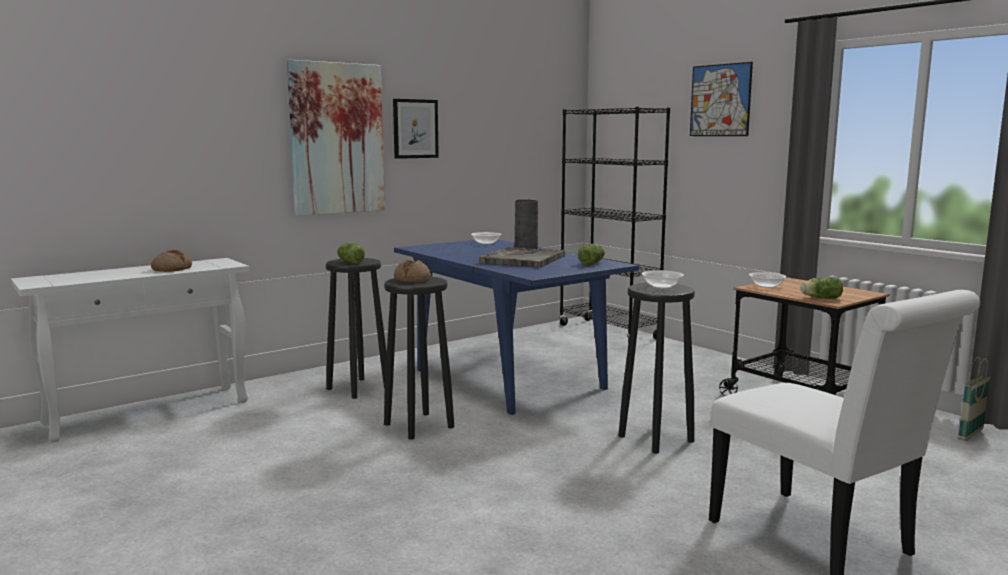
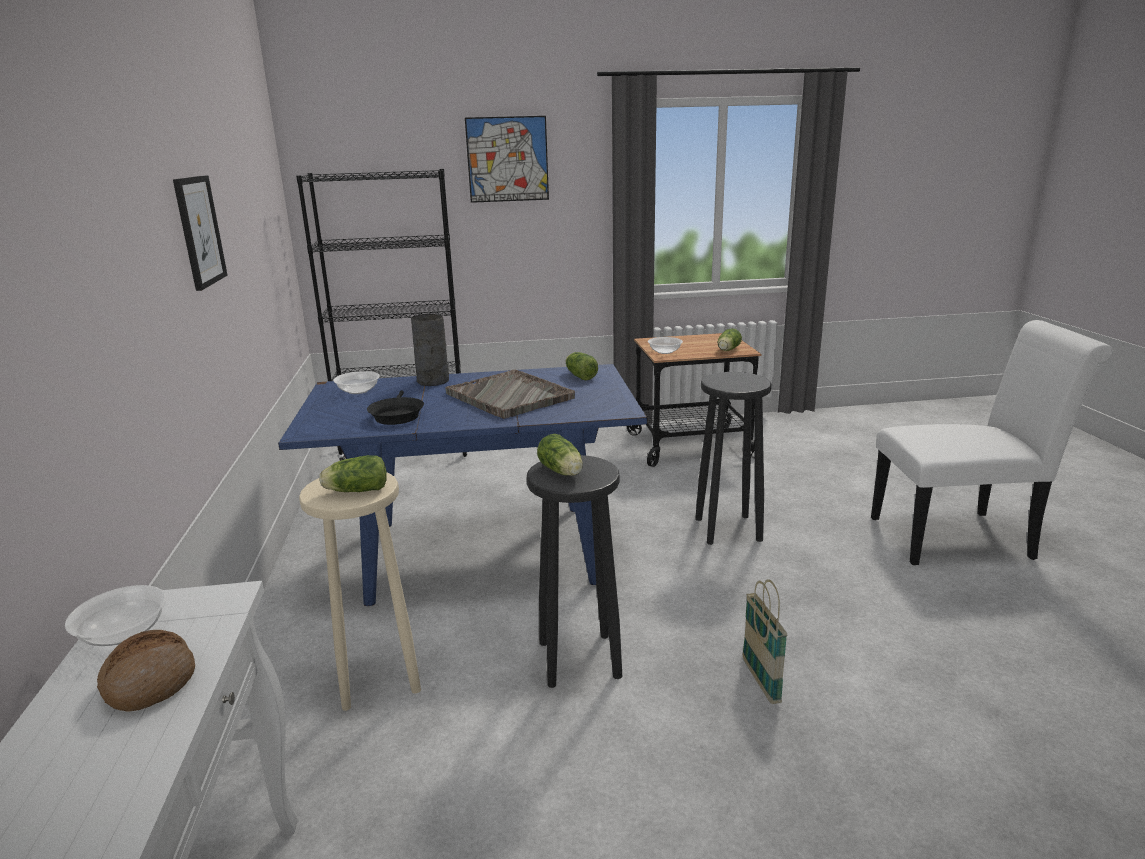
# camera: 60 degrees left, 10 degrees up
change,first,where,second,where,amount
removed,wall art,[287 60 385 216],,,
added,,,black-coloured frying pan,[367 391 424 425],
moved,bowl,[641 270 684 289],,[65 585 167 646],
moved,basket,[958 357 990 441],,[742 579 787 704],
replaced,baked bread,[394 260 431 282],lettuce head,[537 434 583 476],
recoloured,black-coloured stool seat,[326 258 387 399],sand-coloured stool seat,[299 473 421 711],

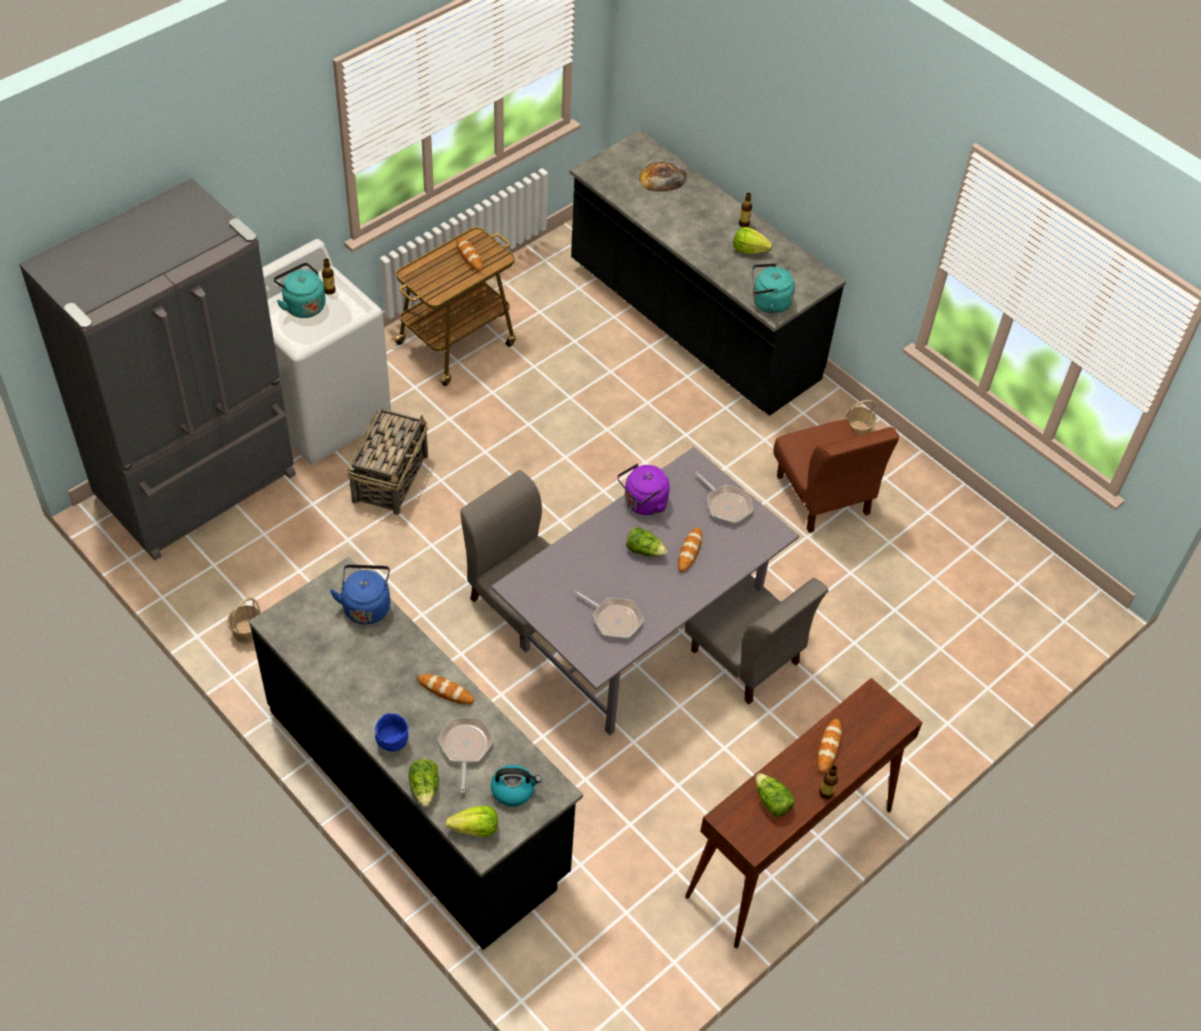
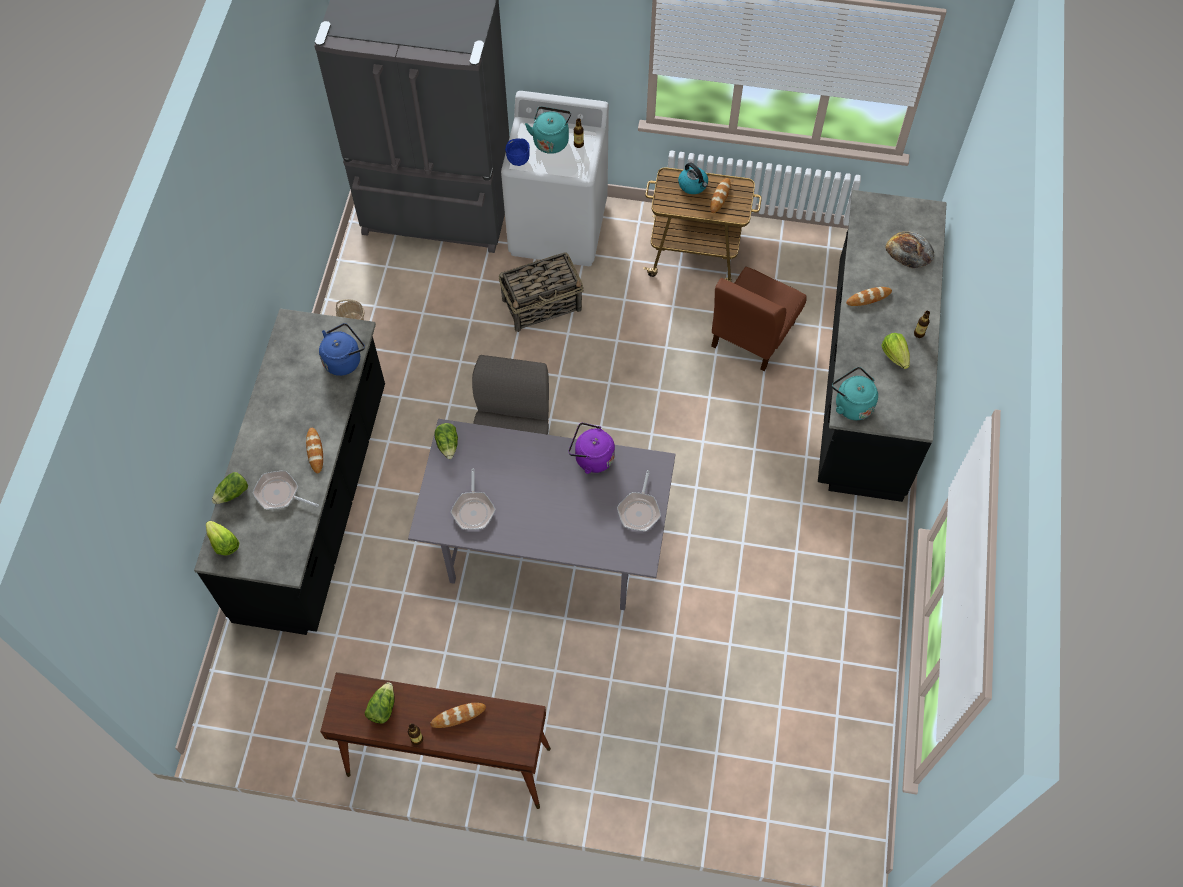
# camera: 55 degrees right, 10 degrees up
change,first,where,second,where,amount
removed,greyish plain chair,[685 575 828 704],,,
removed,basket,[844 400 876 436],,,
moved,blue bowl,[375 713 409 752],,[505 138 530 166],
moved,tea kettle,[491 765 541 806],,[678 162 708 194],
moved,lettuce head,[626 527 667 556],,[435 423 458 459],
moved,baked bread,[678 527 702 572],,[846 287 892 306],
moved,brown-coloured plain chair,[773 419 899 533],,[711 267 807 371],
turned,frying pan,[438 717 494 793],,[252 471 319 509],120 degrees counterclockwise

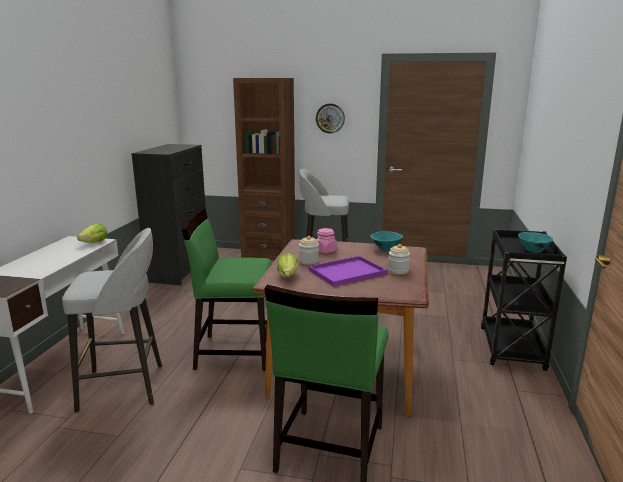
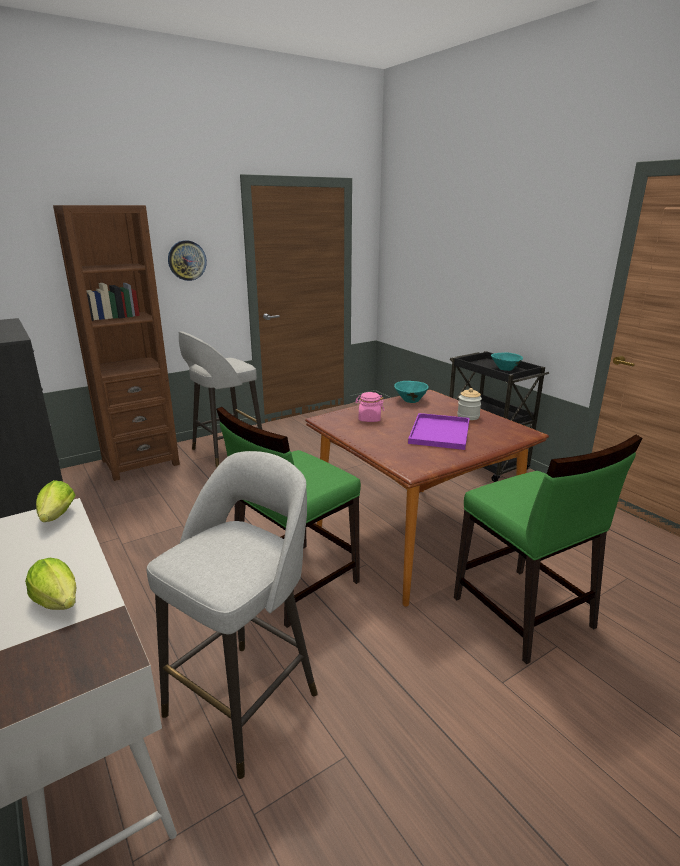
# camera: 45 degrees left, 5 degrees up
change,first,where,second,where,amount
removed,storage jar,[299 236 319 265],,,
moved,lettuce head,[277 253 298 277],,[25 558 77 610],

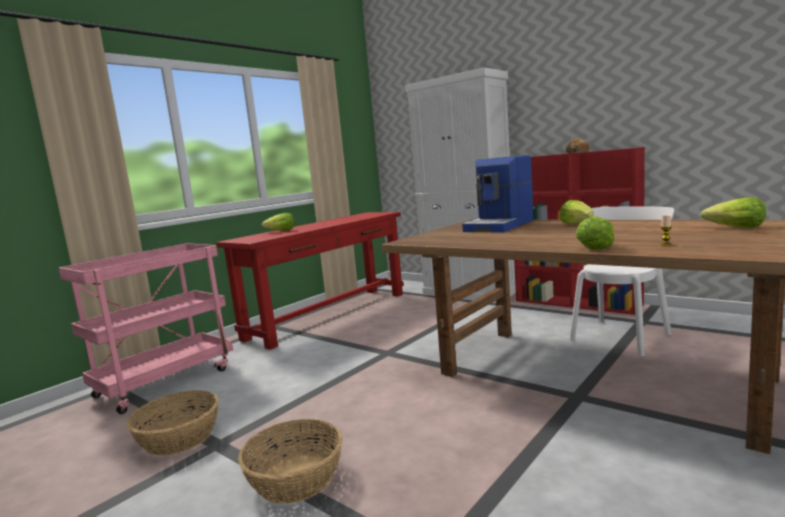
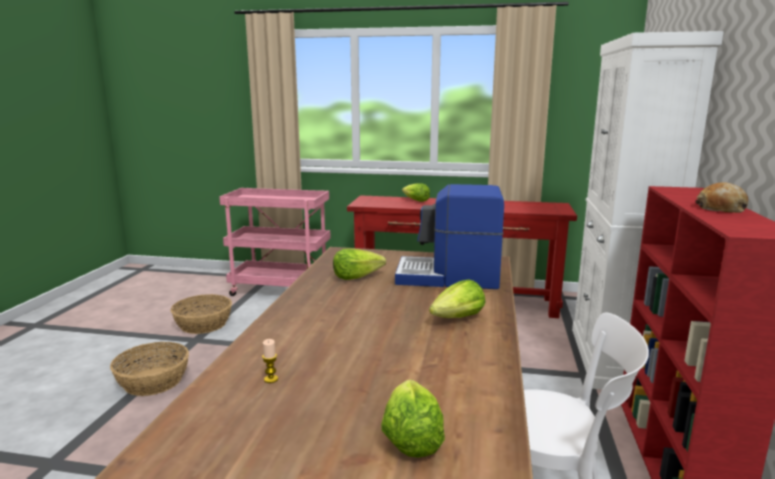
# camera: 60 degrees right, 5 degrees up
change,first,where,second,where,amount
moved,lettuce head,[575 217 615 250],,[333 248 386 280],

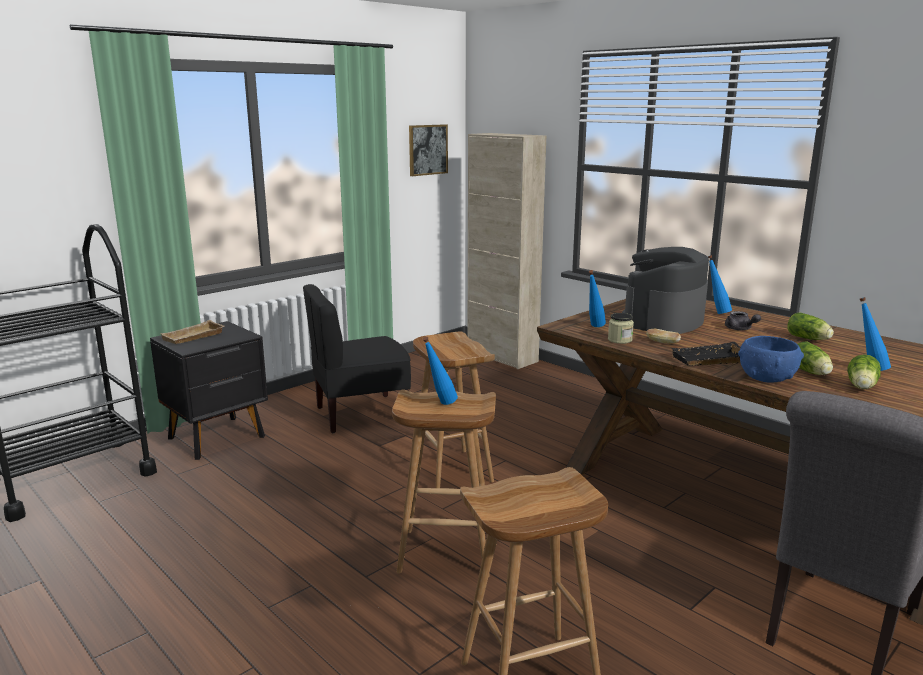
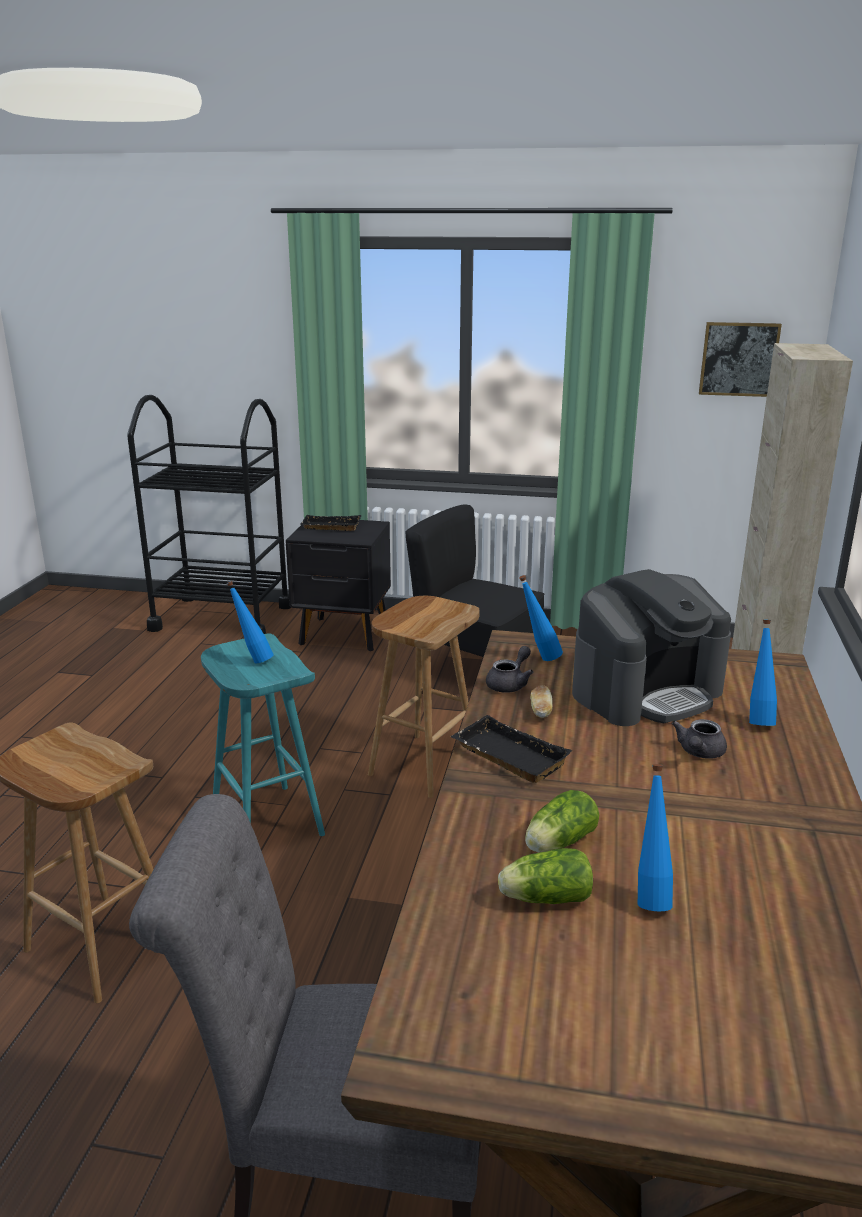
# camera: 55 degrees right, 5 degrees up
change,first,where,second,where,amount
removed,blue bowl,[738 336 804 382],,,
removed,lettuce head,[787 312 834 340],,,
replaced,storage jar,[608 313 634 344],greyish pot for tea,[486 646 533 693],
recoloured,sand-coloured carrying tray,[160 320 224 344],black-coloured carrying tray,[300 515 361 531],
recoloured,brown-coloured stool seat,[392 389 496 576],turquoise-coloured stool seat,[201 633 325 836],
turned,coffee maker,[622 247 709 334],,[572 569 731 726],150 degrees clockwise

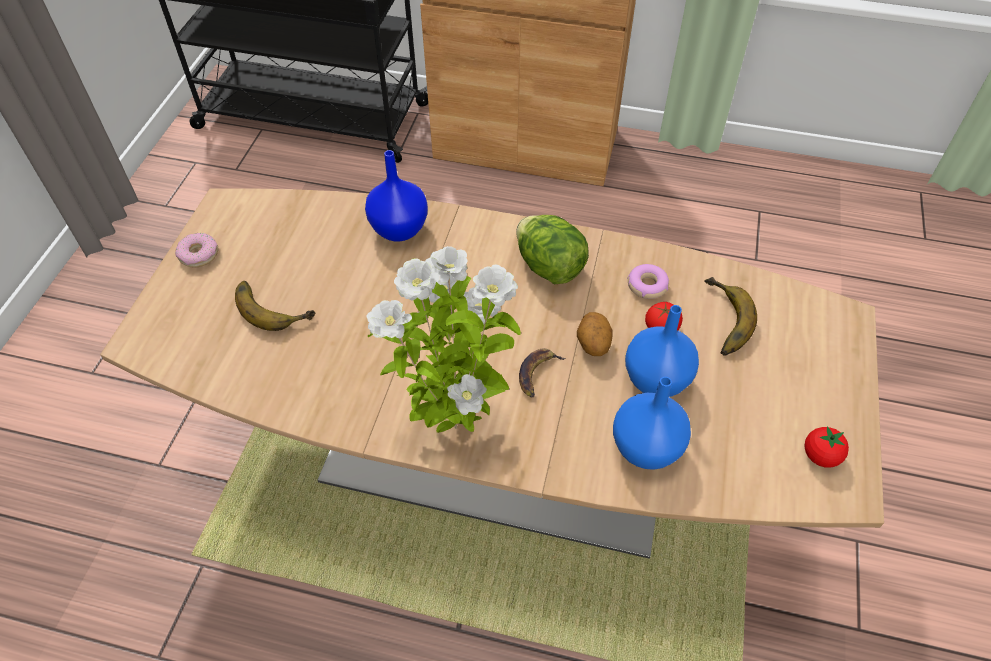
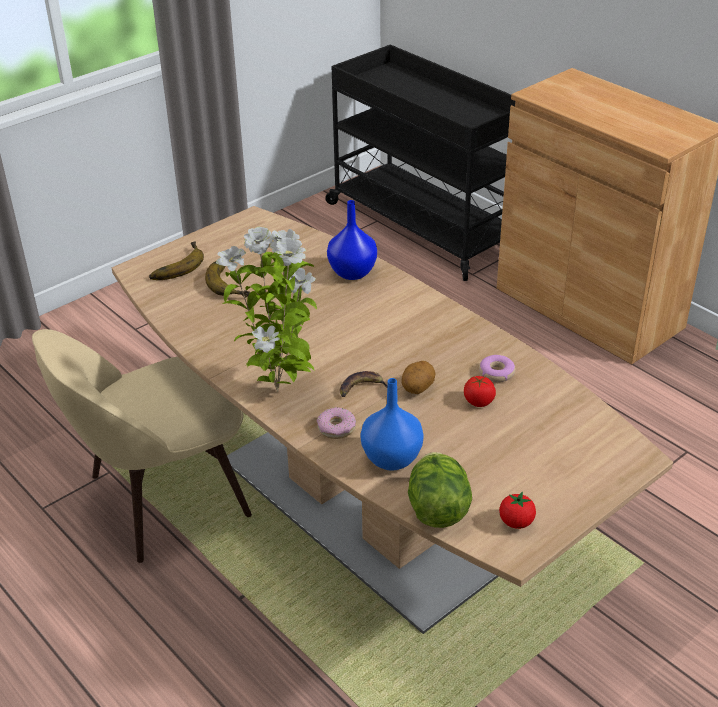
# camera: 35 degrees right, 15 degrees down
change,first,where,second,where,amount
removed,blue vase,[625 305 699 397],,,
added,,,sand-coloured plain chair,[32 329 252 563],
moved,donut,[175 233 219 267],,[317 407 356 439],
moved,lettuce head,[516 215 589 284],,[408 452 472 528],
moved,whole banana,[704 277 757 355],,[149 241 204 280],

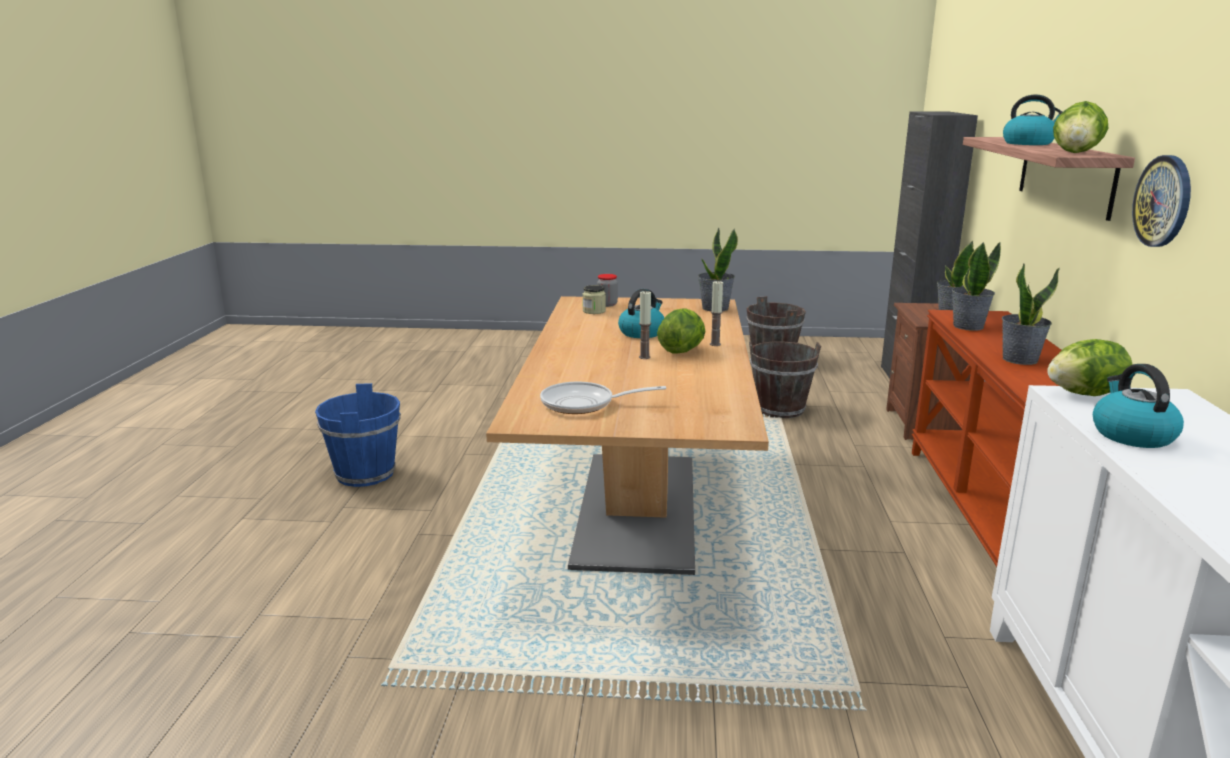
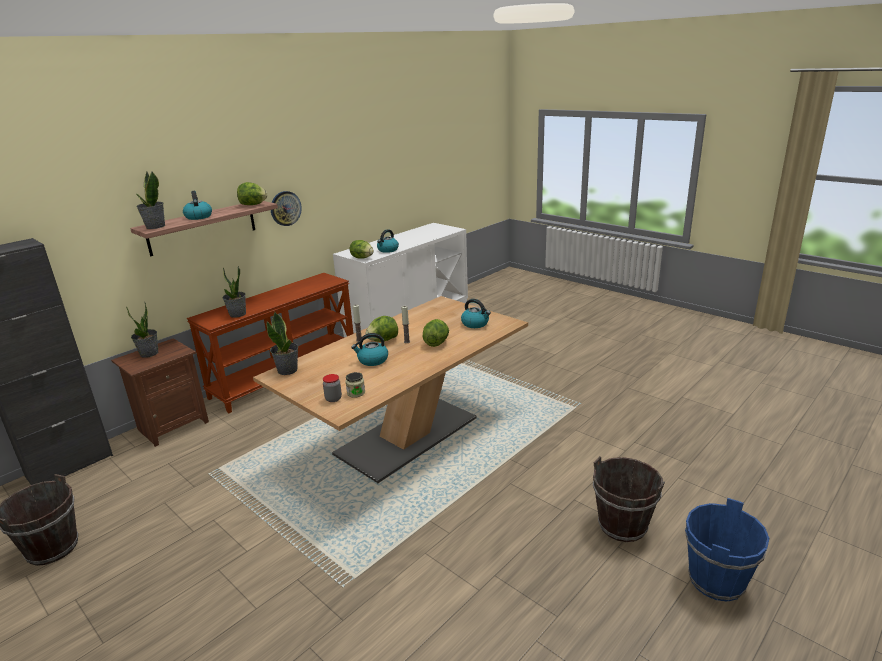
# camera: 140 degrees left, 5 degrees up
change,first,where,second,where,amount
added,,,lettuce head,[422 319 449 347],
moved,blue bucket,[315 383 401 487],,[685 498 769 602],
moved,brown-coloured bucket,[749 342 821 418],,[593 456 665 542],
moved,potted plant,[1002 264 1060 365],,[136 172 165 229],
replaced,frying pan,[540 382 666 414],tea kettle,[461 299 491 328],

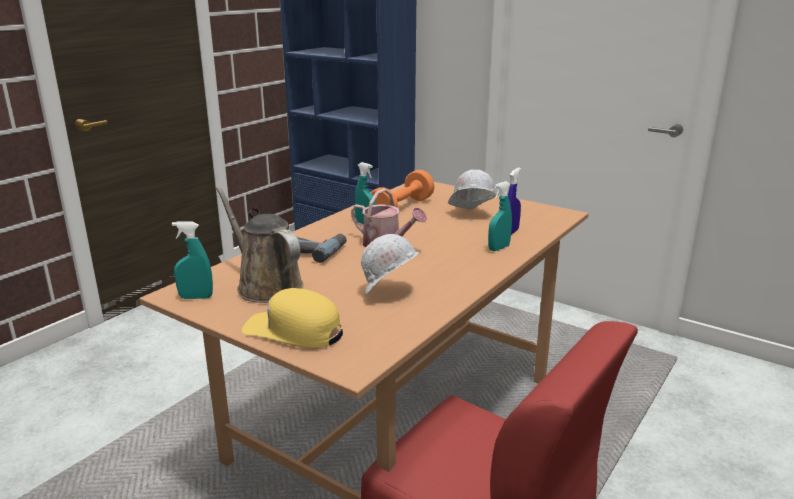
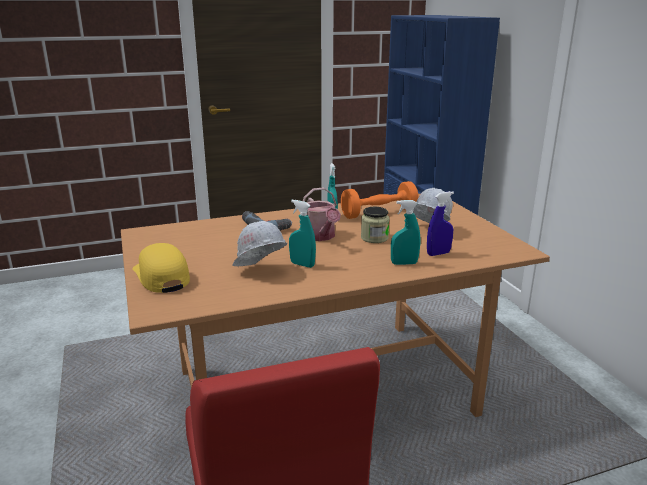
# camera: 35 degrees right, 0 degrees up
change,first,where,second,where,amount
removed,brown-coloured sprinkling can,[215 185 303 303],,,
added,,,storage jar,[361 207 390 243],
moved,turquoise-coloured spray bottle,[172 221 213 299],,[289 200 316 268],

